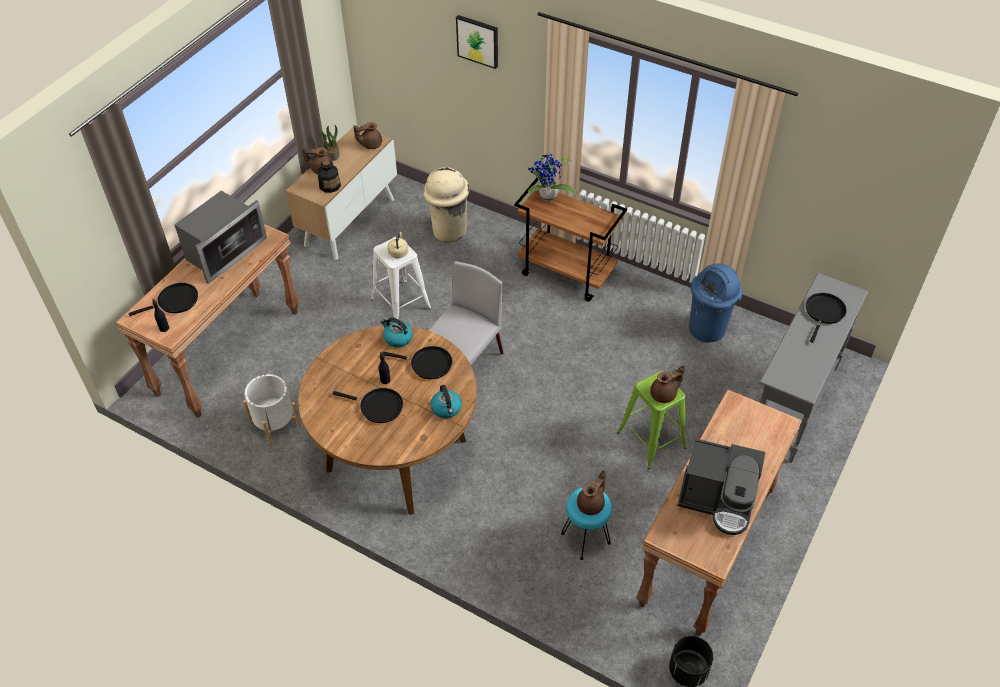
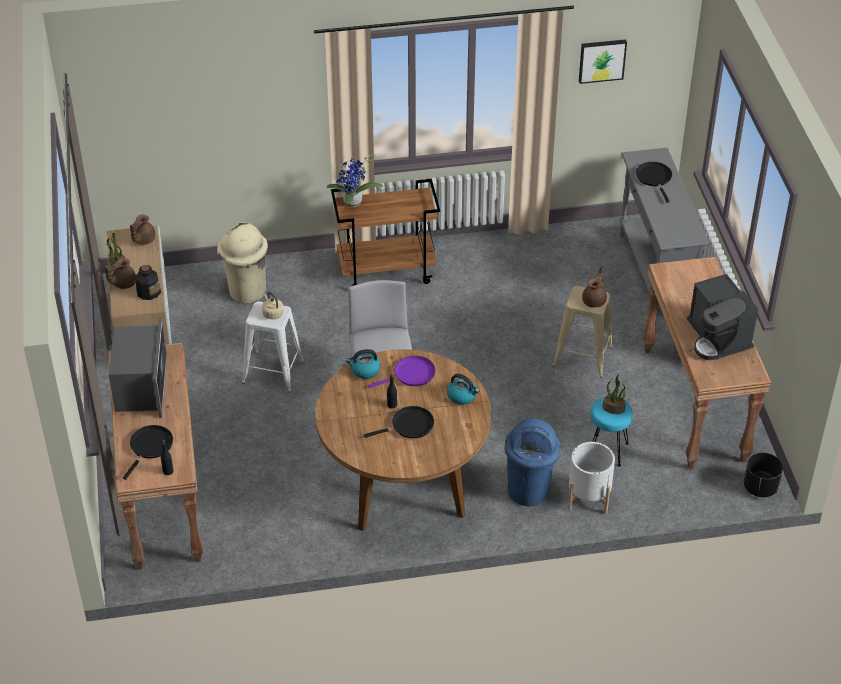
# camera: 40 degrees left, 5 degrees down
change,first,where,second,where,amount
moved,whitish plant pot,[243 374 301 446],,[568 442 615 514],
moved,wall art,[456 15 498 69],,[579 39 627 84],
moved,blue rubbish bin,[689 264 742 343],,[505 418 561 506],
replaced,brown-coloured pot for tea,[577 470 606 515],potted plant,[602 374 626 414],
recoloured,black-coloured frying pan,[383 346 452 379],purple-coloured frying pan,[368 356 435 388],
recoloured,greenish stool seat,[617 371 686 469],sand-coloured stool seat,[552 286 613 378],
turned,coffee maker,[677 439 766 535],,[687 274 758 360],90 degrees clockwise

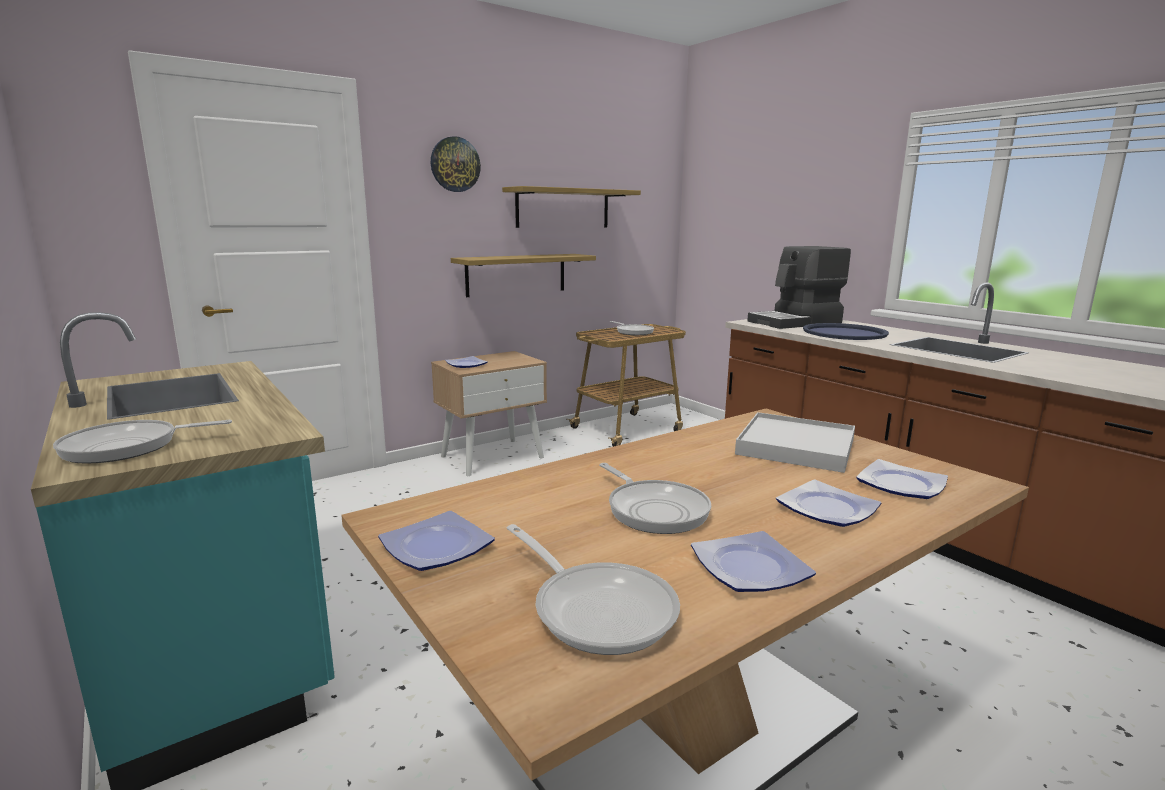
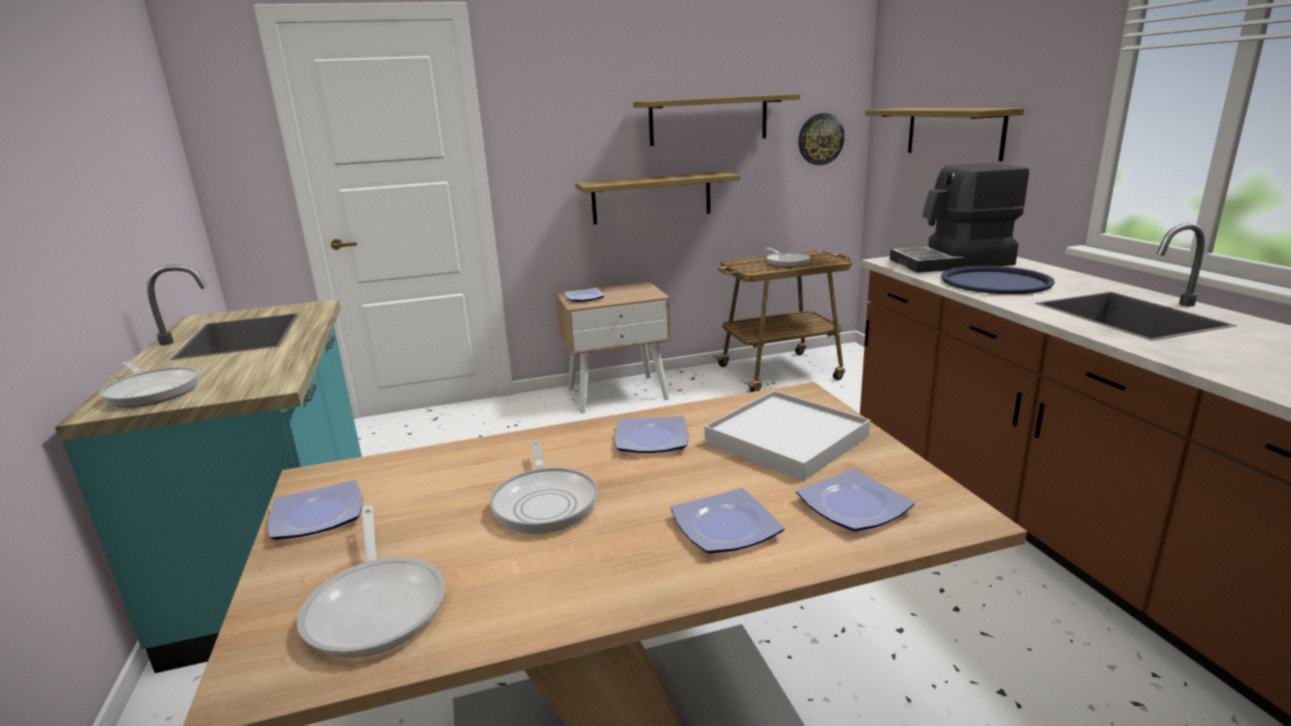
# camera: 20 degrees right, 5 degrees up
change,first,where,second,where,amount
added,,,shelf,[865 108 1024 161],
moved,wall clock,[431 136 481 192],,[798 113 845 165],
moved,flat dish,[691 531 816 592],,[615 416 688 453],
turned,frying pan,[53 420 232 464],,[100 361 199 407],135 degrees counterclockwise

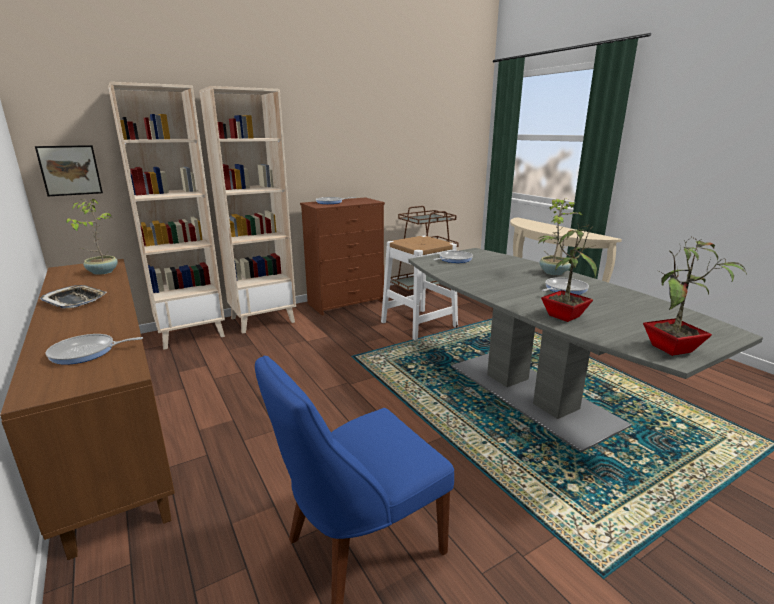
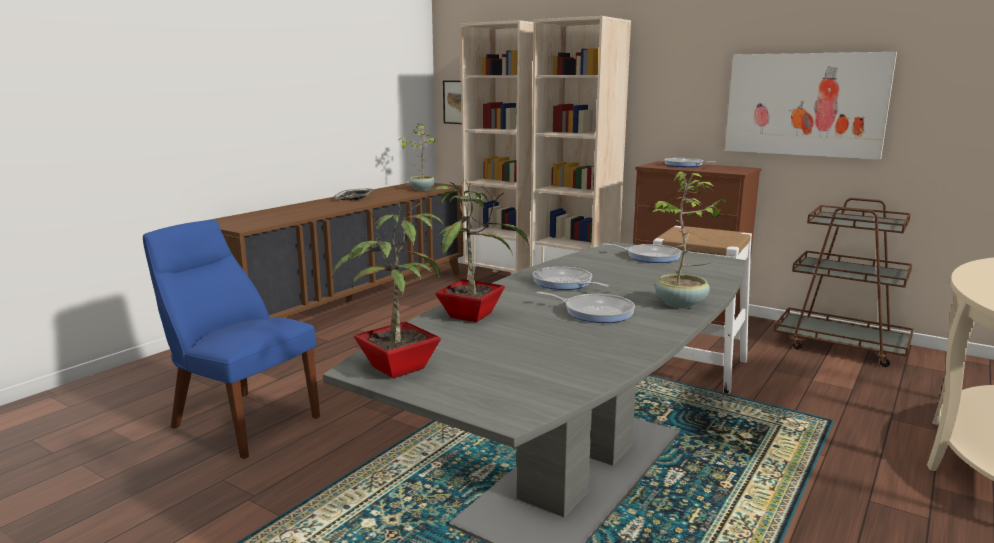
# camera: 65 degrees right, 5 degrees down
change,first,where,second,where,amount
added,,,wall art,[725 52 897 160],
moved,frying pan,[45 334 143 365],,[533 267 608 290],

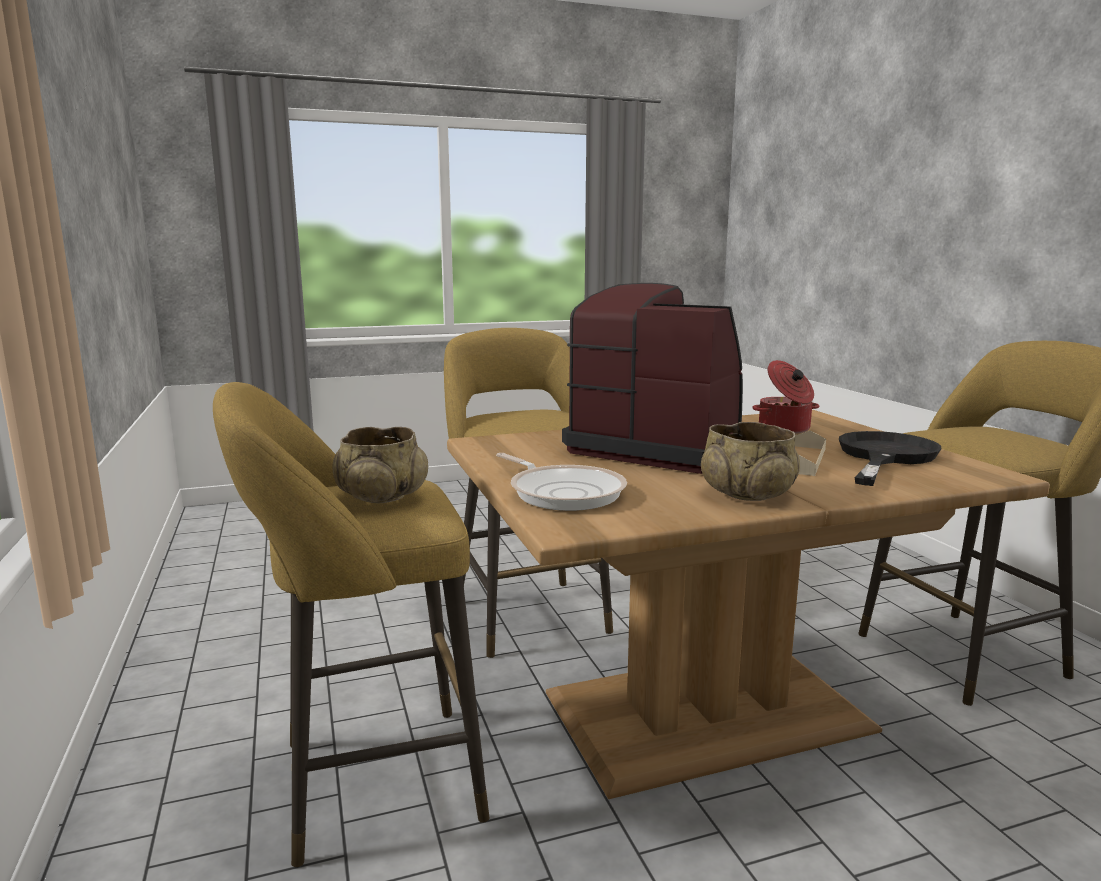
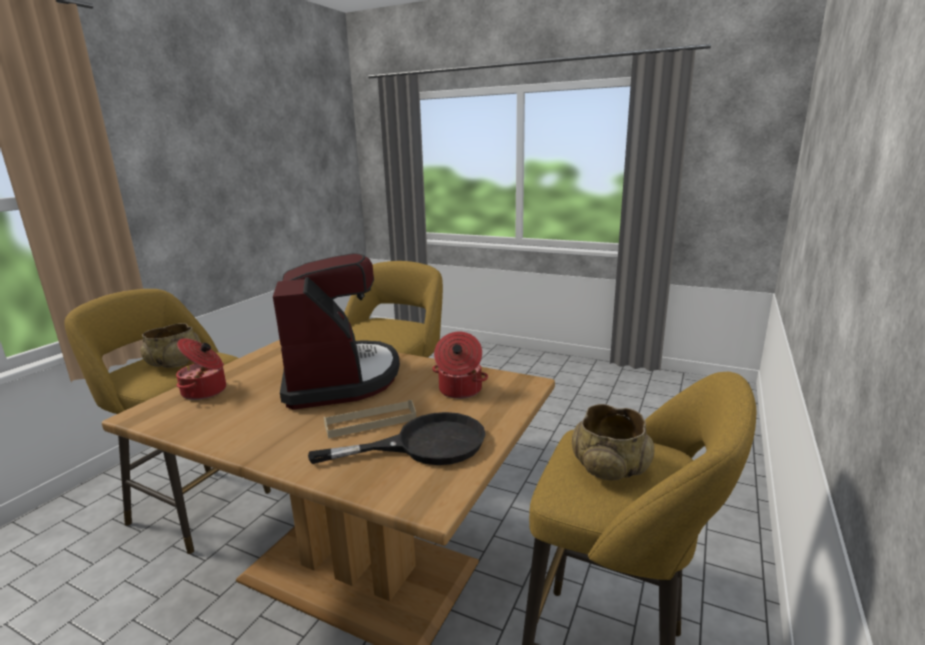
# camera: 45 degrees right, 5 degrees up
change,first,where,second,where,amount
moved,sand-coloured bowl,[701 422 800 501],,[572 404 654 480],
replaced,frying pan,[496 453 627 511],cooking pot,[176 338 226 400],

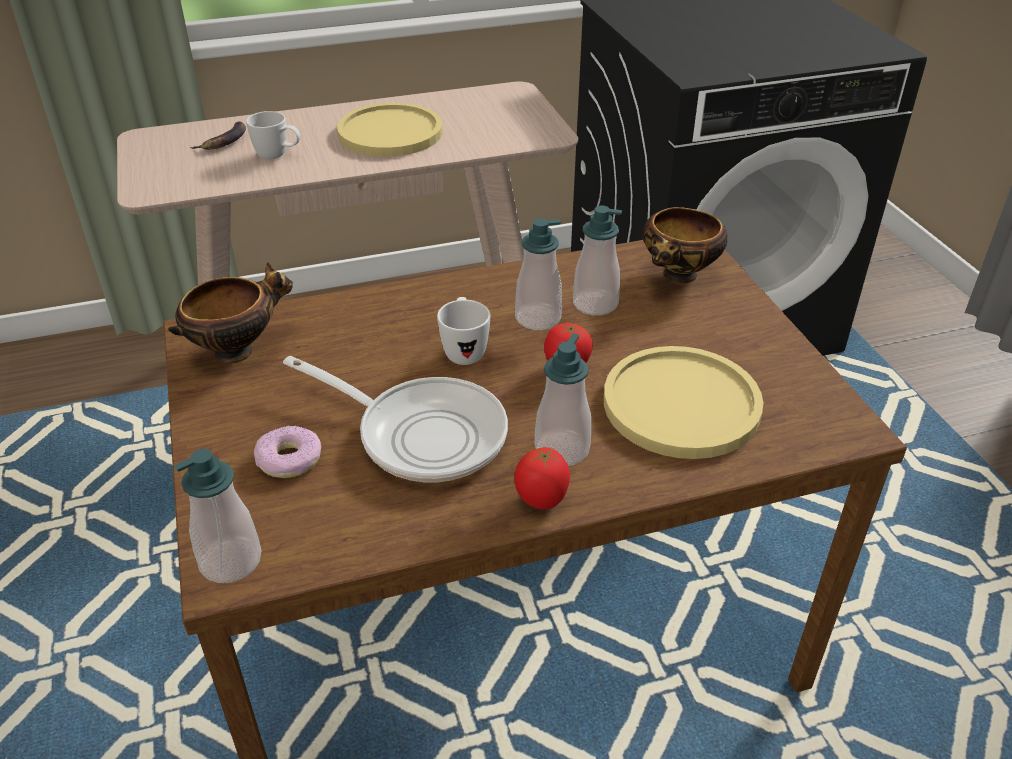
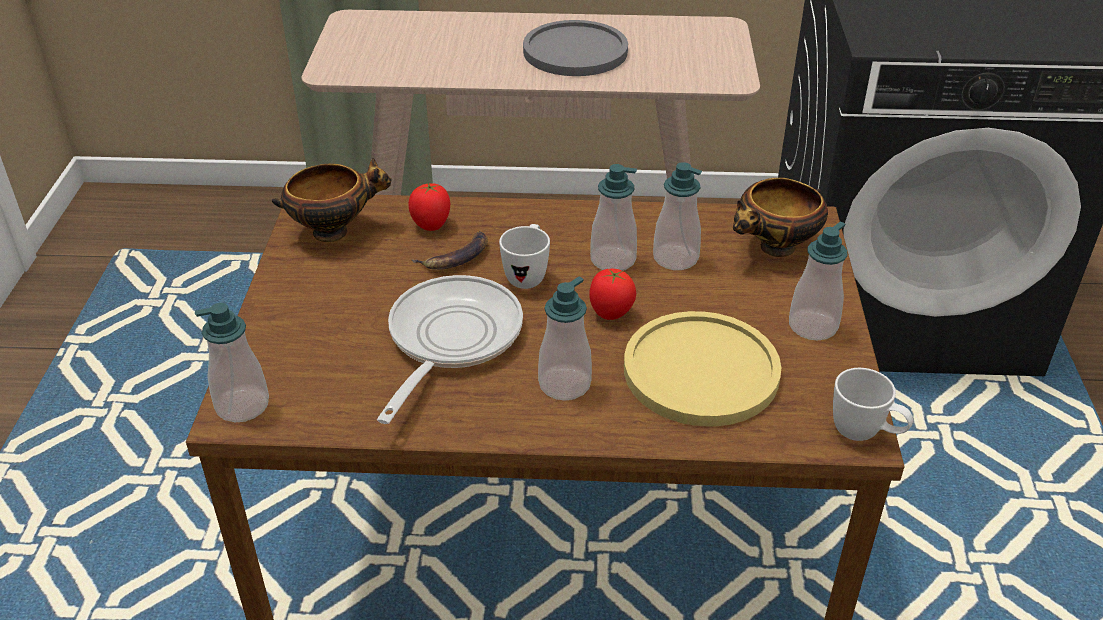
# camera: 20 degrees right, 0 degrees up
change,first,where,second,where,amount
removed,donut,[254 426 321 478],,,
added,,,soap dispenser,[789 222 848 341],
moved,whole banana,[190 121 246 150],,[411 231 488 270],
moved,whitish mug,[246 111 300 159],,[833 368 913 441],
moved,tomato,[515 447 570 509],,[408 183 450 231],
recoloured,yellow flat dish,[337 103 442 157],greyish flat dish,[523 20 628 76],
turned,frying pan,[283 356 508 482],,[377 275 523 424],120 degrees counterclockwise

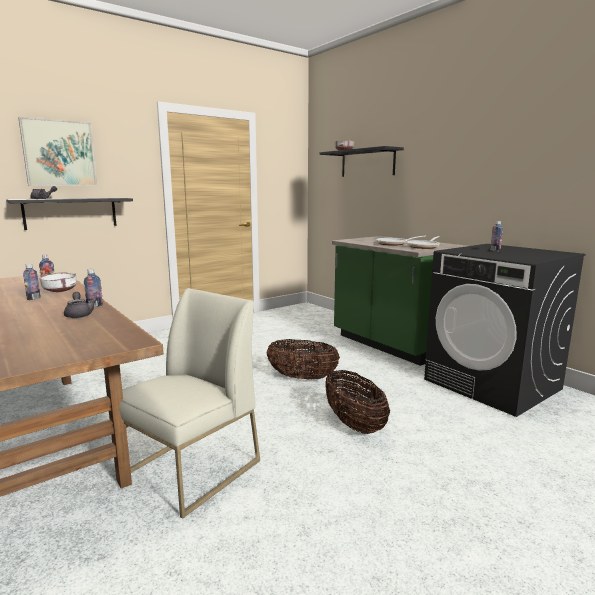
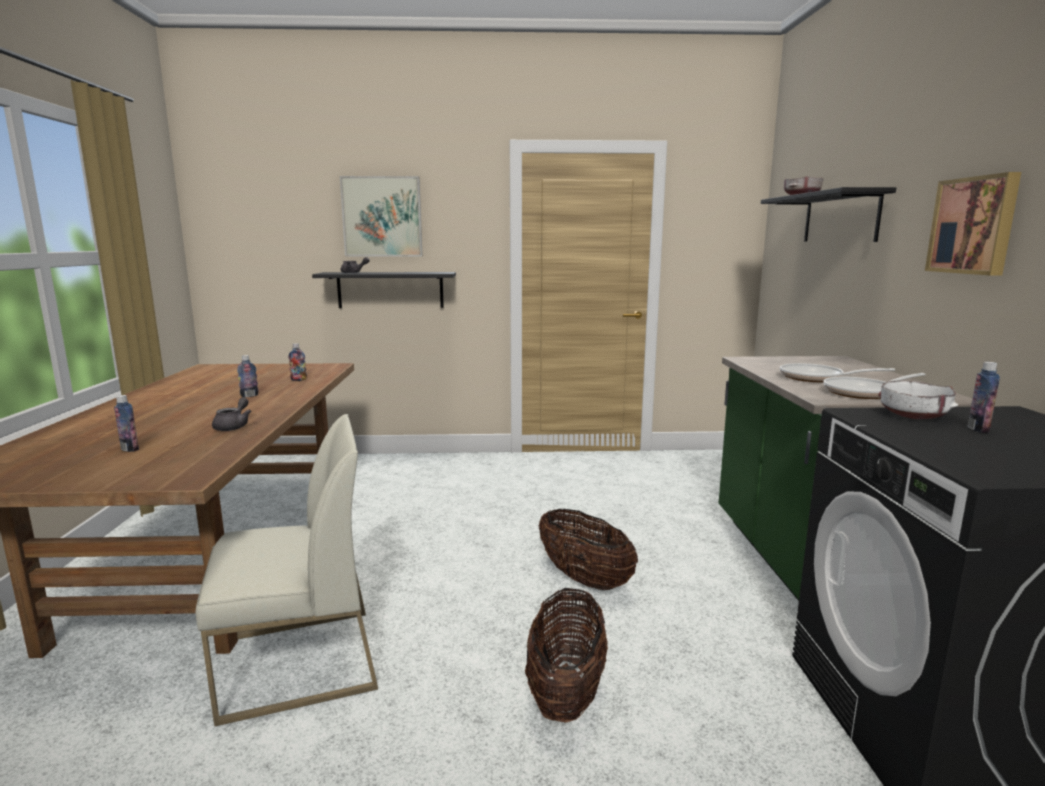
# camera: 35 degrees right, 0 degrees up
change,first,where,second,where,amount
added,,,wall art,[925 172 1021 276],
moved,whitish bowl,[40 273 76 292],,[878 381 958 419],
moved,drink bottle,[84 269 103 307],,[114 395 139 452],

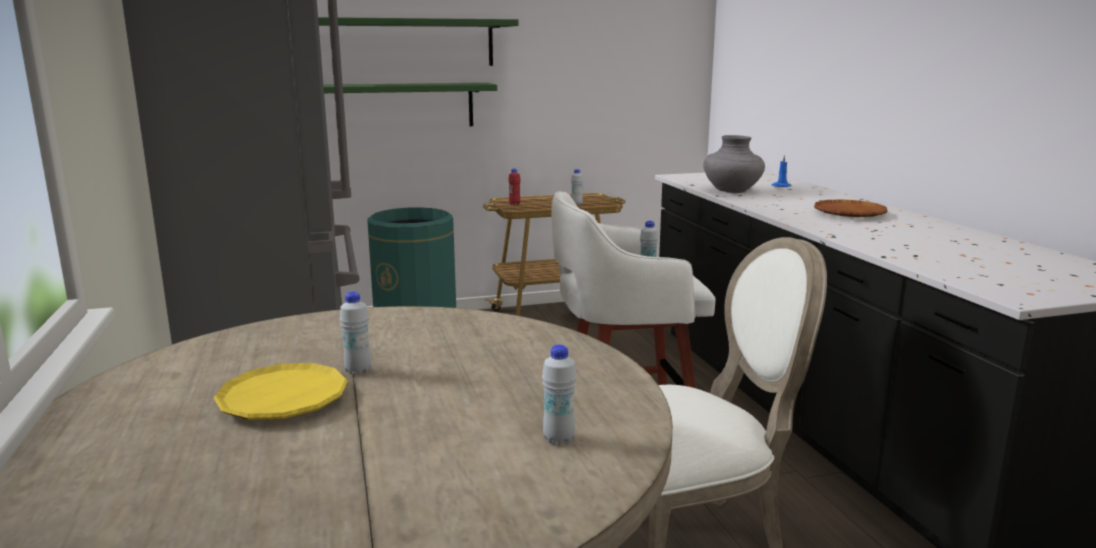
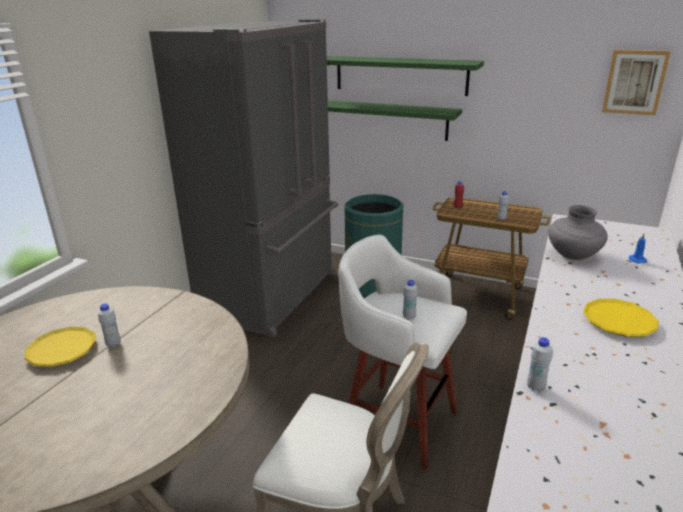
# camera: 40 degrees right, 10 degrees up
change,first,where,second,where,amount
added,,,wall art,[602 50 671 115],
moved,whitish drink bottle,[542 344 577 445],,[527 337 553 392],
recoloured,brown-coloured flat dish,[814 199 888 217],yellow flat dish,[583 299 659 337],

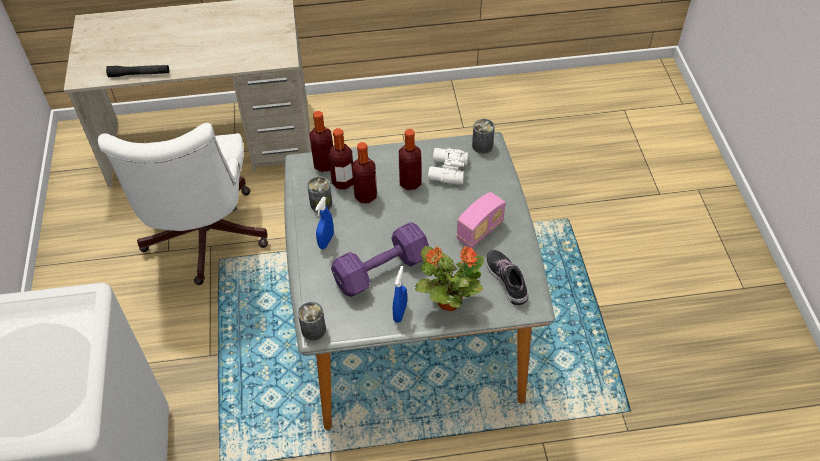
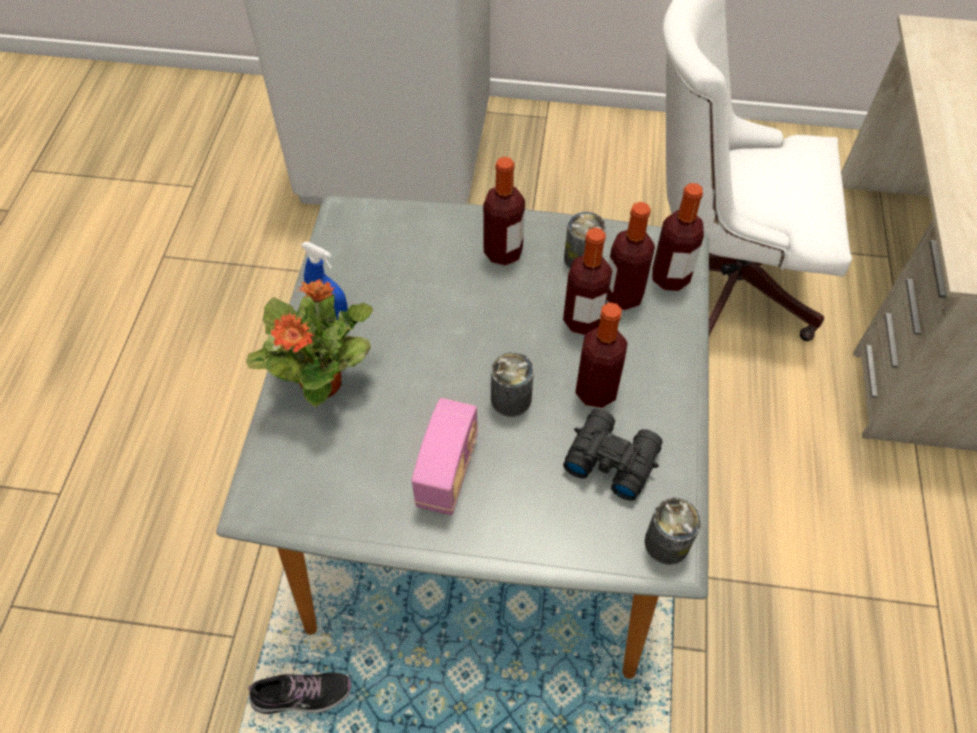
# camera: 105 degrees right, 5 degrees up
change,first,where,second,where,amount
removed,black-coloured hand torch,[106 65 169 77],,,
removed,purple-coloured free weight,[331 222 429 297],,,
moved,metal can,[298 302 326 341],,[491 352 534 417],
moved,item of footwear,[486 250 529 305],,[248 673 351 714],
replaced,blue spray bottle,[315 197 334 249],drink bottle,[483 157 525 266],
recoloured,whitish pair of binoculars,[428 148 469 185],black-coloured pair of binoculars,[563 409 663 501],
turned,radio receiver,[456 192 506 249],,[412 398 478 515],135 degrees counterclockwise

